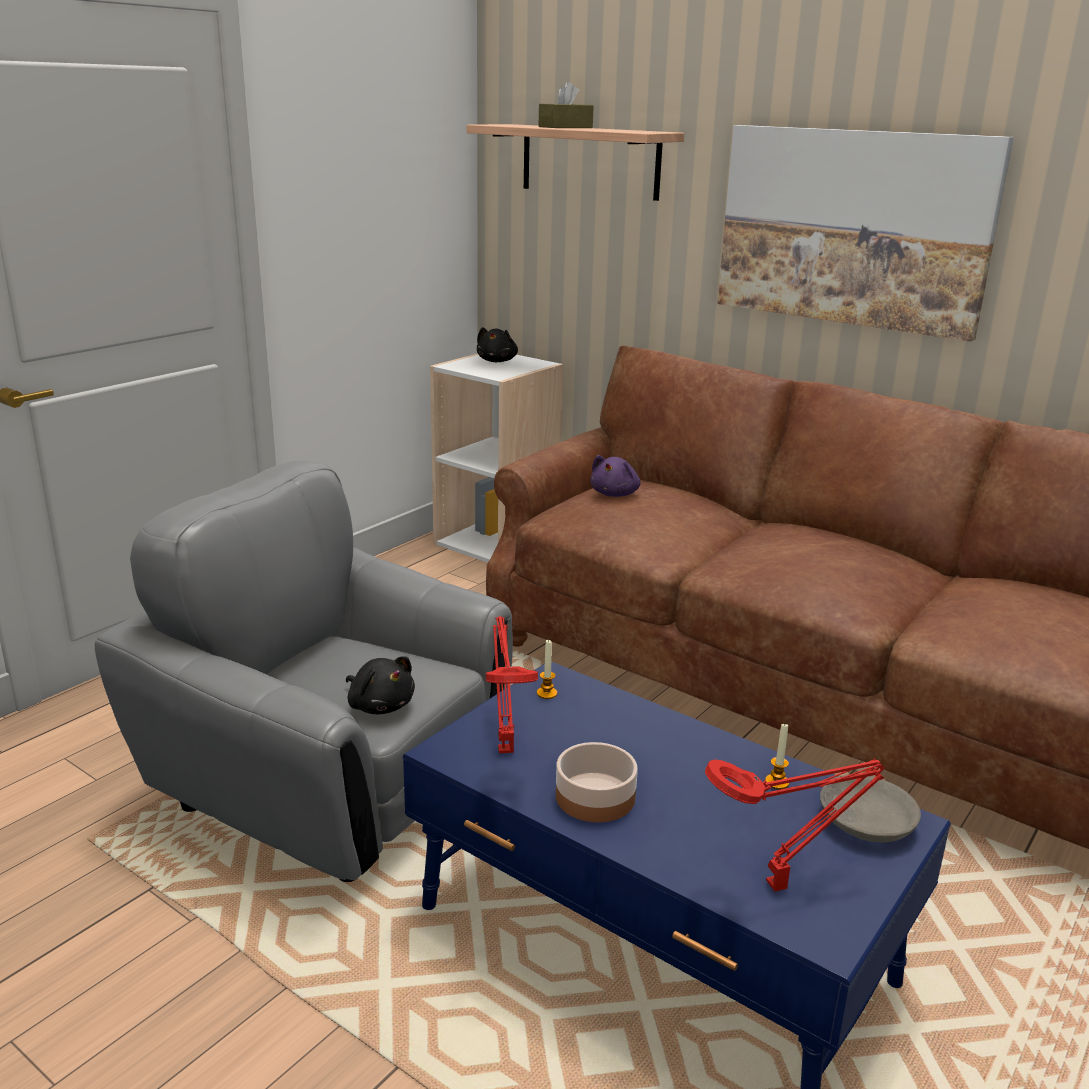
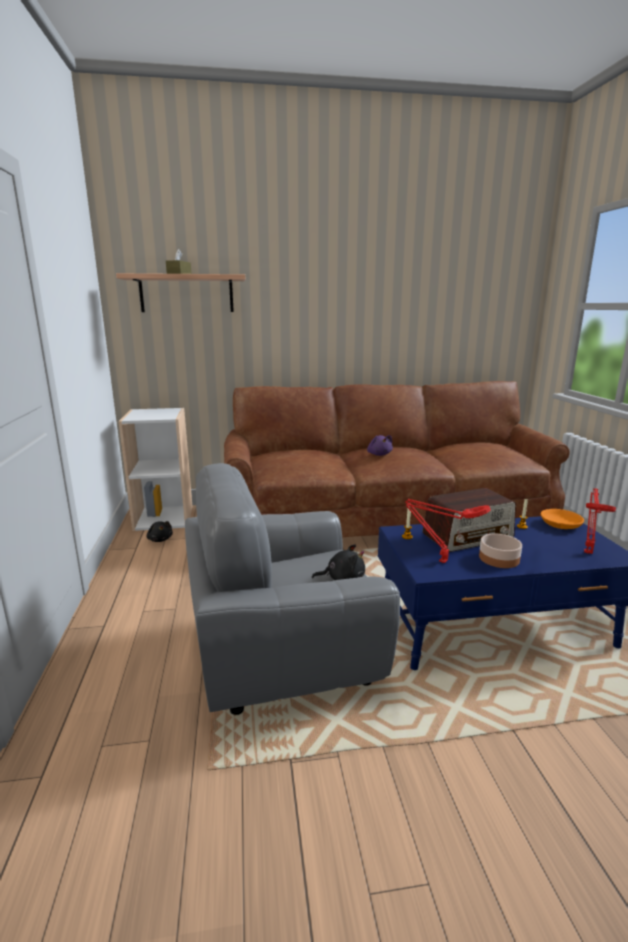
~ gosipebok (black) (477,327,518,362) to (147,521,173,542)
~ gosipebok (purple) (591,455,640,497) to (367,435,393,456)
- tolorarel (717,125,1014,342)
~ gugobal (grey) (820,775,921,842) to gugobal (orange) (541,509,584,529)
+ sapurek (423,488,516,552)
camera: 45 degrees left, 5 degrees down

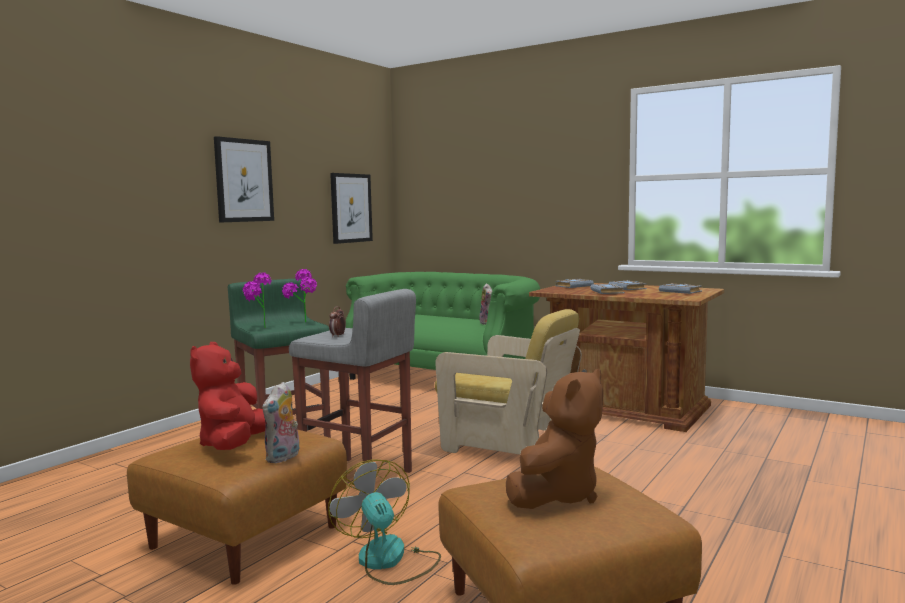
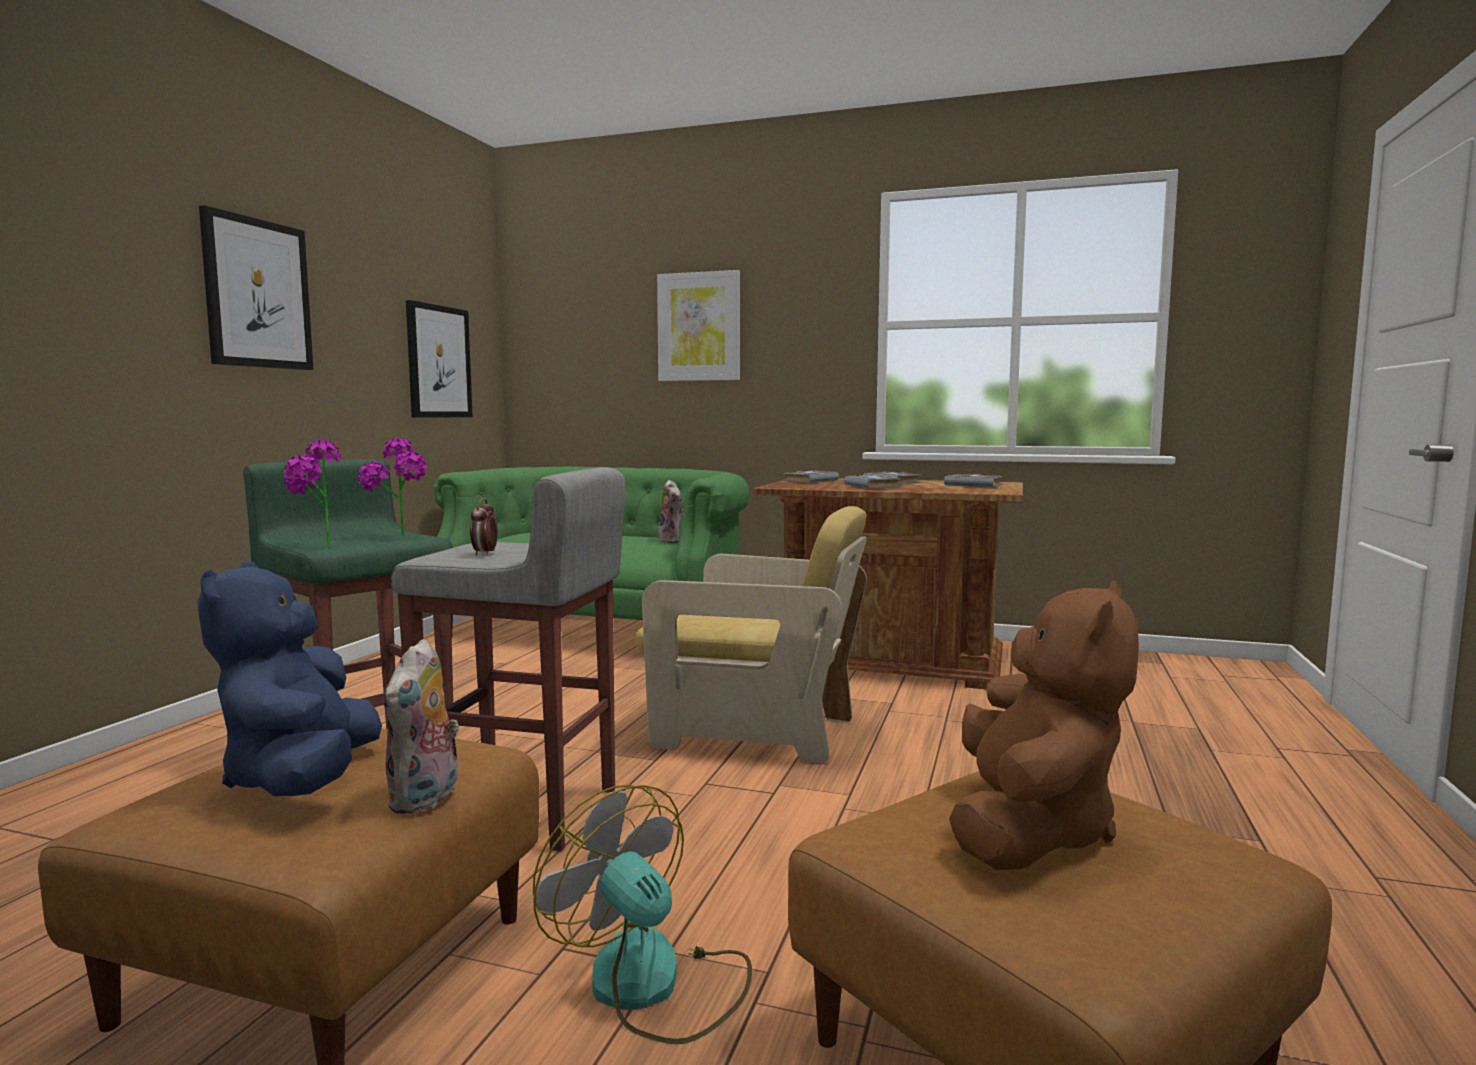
~ gosipebok (red) (190,342,266,450) to gosipebok (blue) (197,562,382,796)
+ tolorarel (657,270,740,381)
camera: 15 degrees left, 0 degrees up

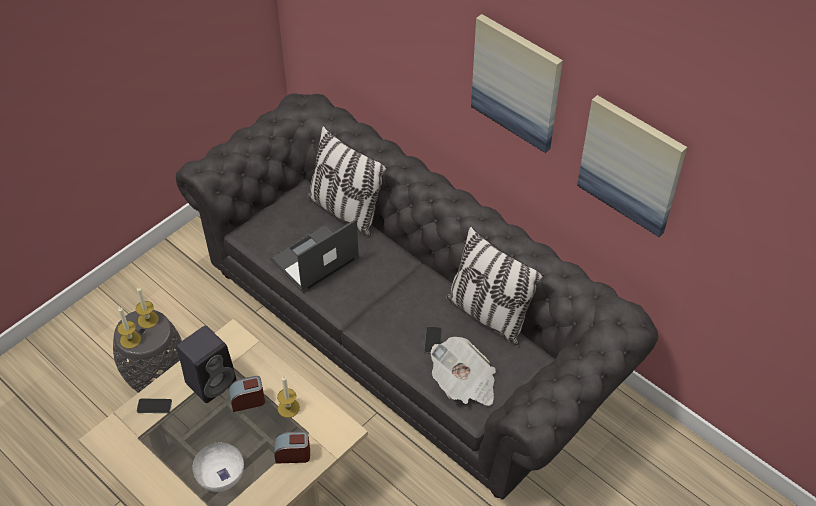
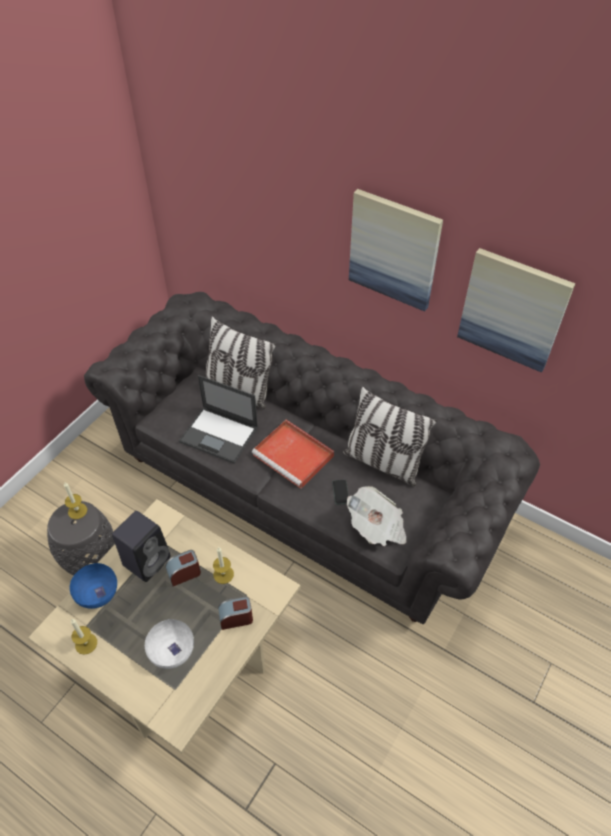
~ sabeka (117,306,141,349) to (71,619,97,655)
~ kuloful (137,398,172,413) to gugobal (blue) (70,563,117,609)
~ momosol (270,219,359,293) = (179,375,258,464) 105 degrees counterclockwise
+ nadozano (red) (252,420,334,489)
camera: 10 degrees left, 0 degrees up

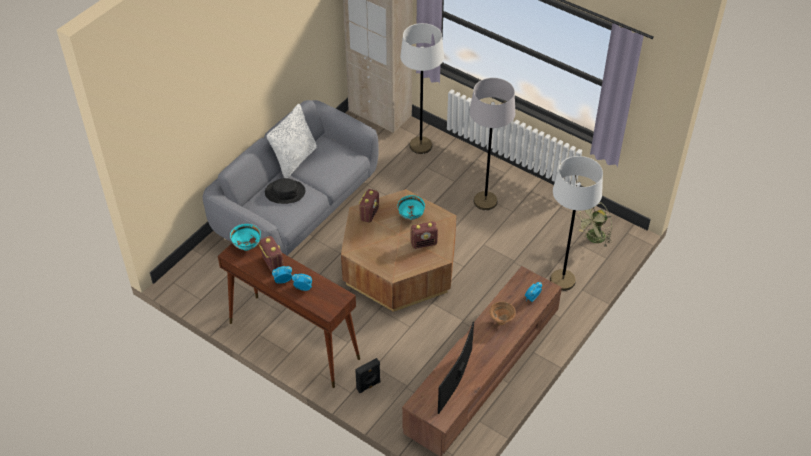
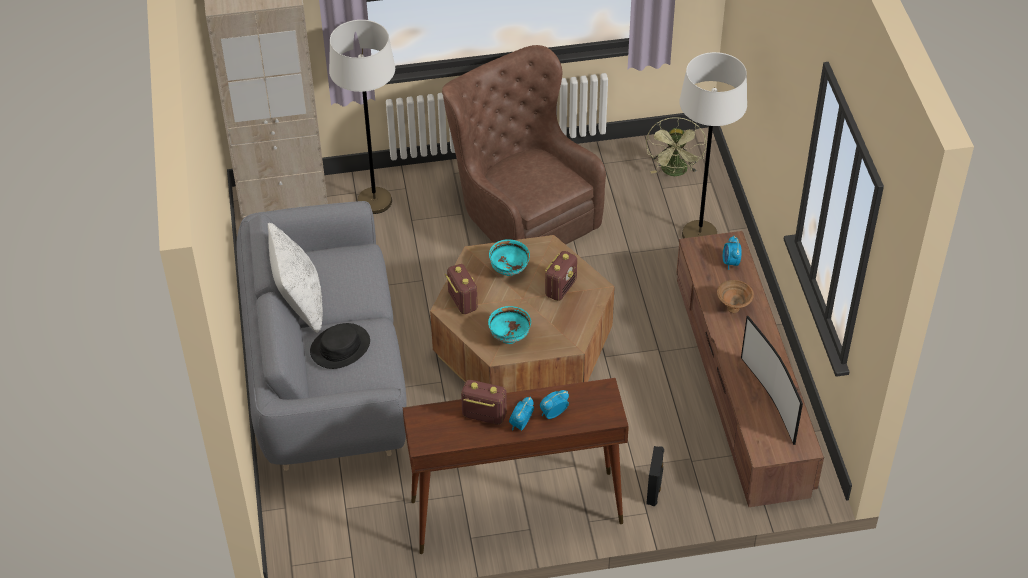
~ gugobal (turquoise) (230,224,261,251) to (488,306,531,344)
~ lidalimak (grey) (469,78,515,210) to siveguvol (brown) (442,45,606,245)
camera: 45 degrees left, 0 degrees up

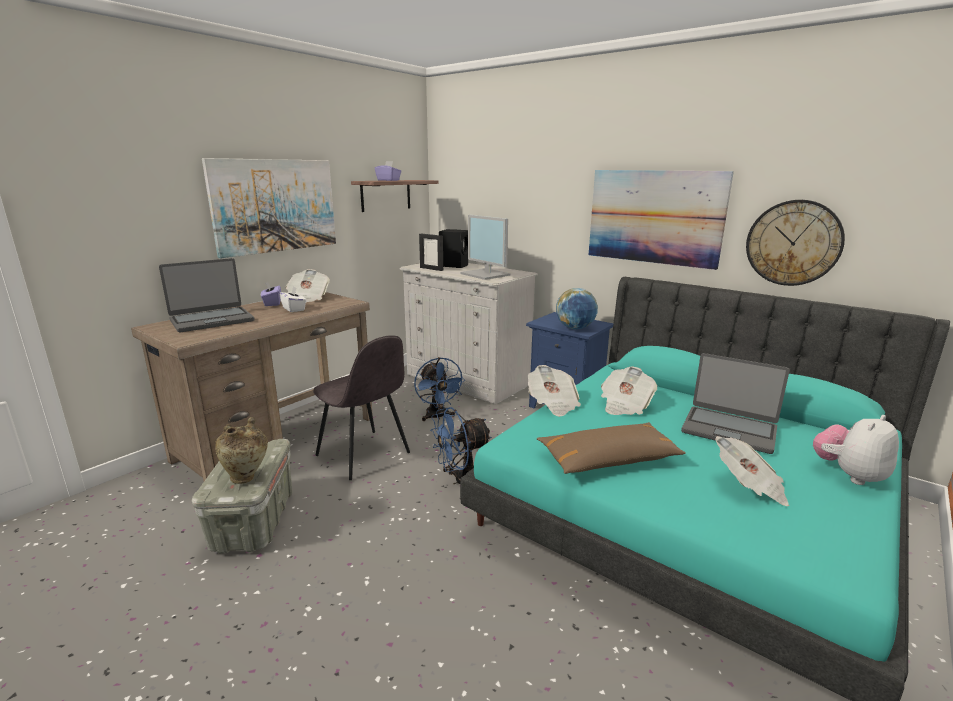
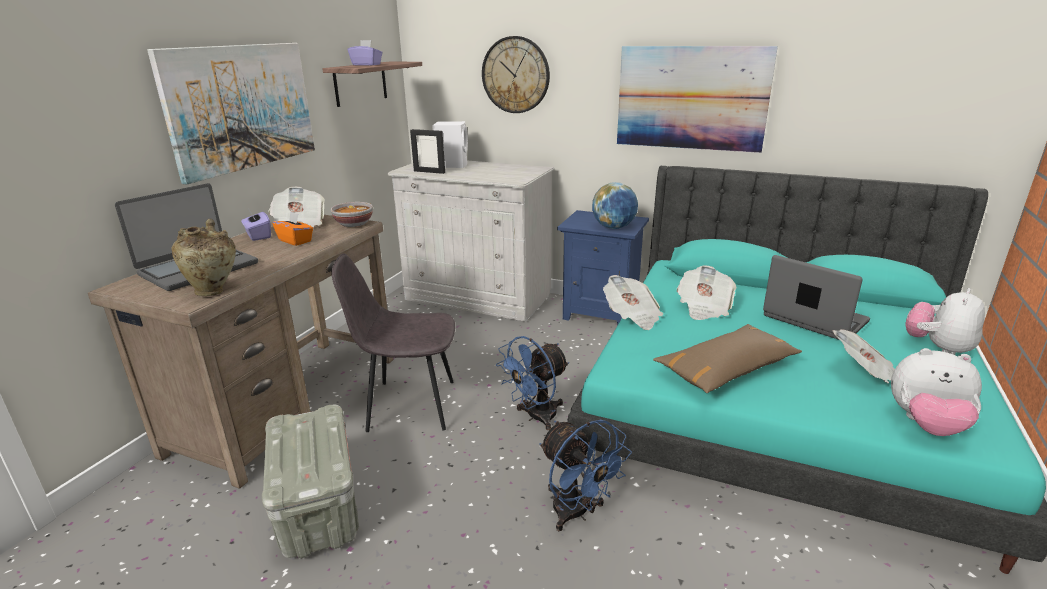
~ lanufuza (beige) (215,417,268,484) to (171,219,236,296)
~ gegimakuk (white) (279,286,306,312) to gegimakuk (orange) (272,211,313,246)
~ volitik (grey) (313,335,410,480) = (332,254,455,432) 150 degrees clockwise
~ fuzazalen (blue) (414,357,465,421) to (539,420,632,531)
~ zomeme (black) (439,229,468,268) to zomeme (white) (432,121,468,168)
- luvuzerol (460,215,511,280)
~ momosol (681,353,790,454) = (763,255,870,340) 150 degrees counterclockwise
~ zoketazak (746,200,845,286) to (482,36,550,113)
+ gugobal (331,202,373,227)
+ gosipebok (891,348,982,436)
camera: 15 degrees left, 5 degrees up

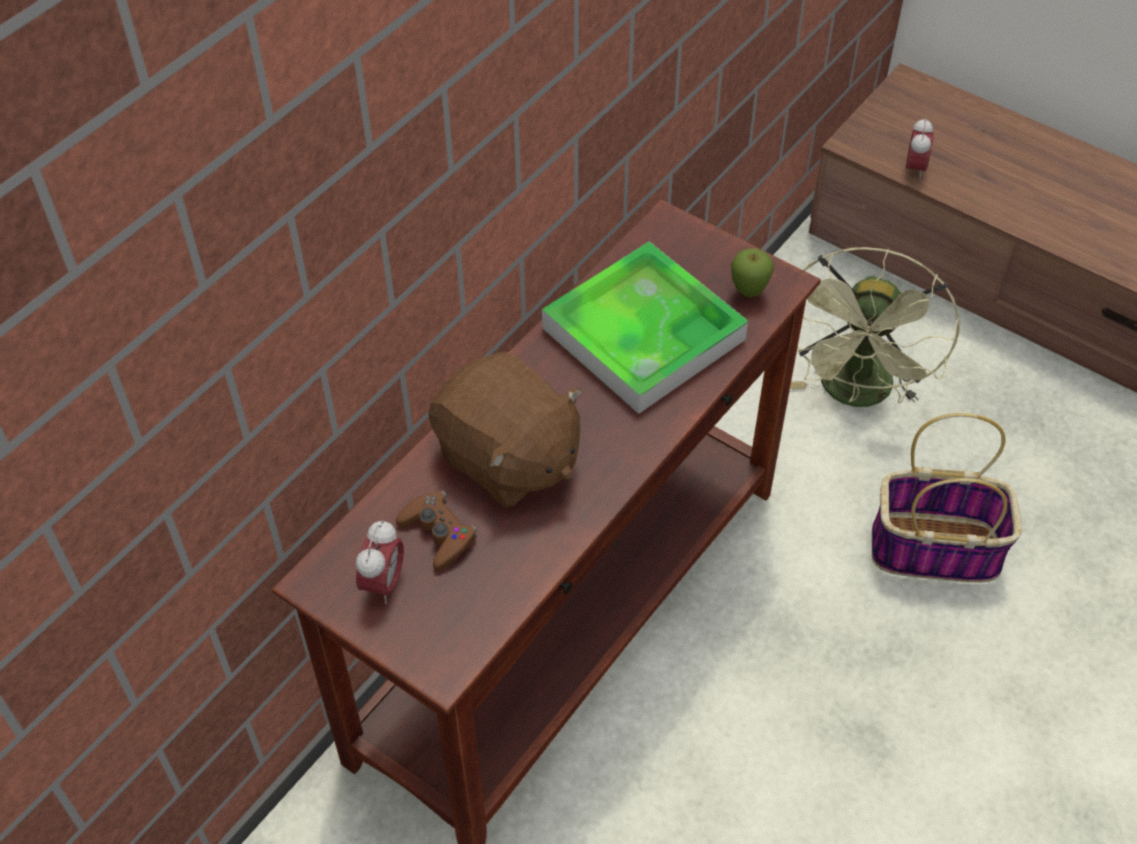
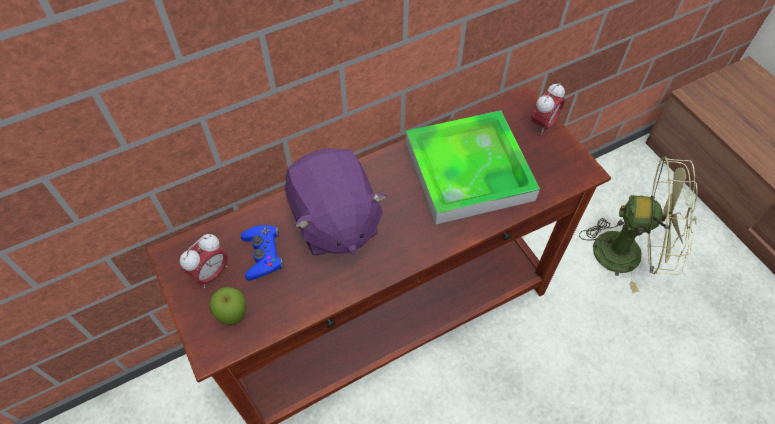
~ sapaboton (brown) (396,490,477,572) to sapaboton (blue) (241,225,284,281)
~ gosipebok (brown) (428,352,582,508) to gosipebok (purple) (285,148,386,255)
~ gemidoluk (731,248,774,297) to (209,287,246,325)
~ fuzazalen (green) (790,247,960,407) = (579,156,698,293) 120 degrees counterclockwise
- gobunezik (872,413,1022,582)
~ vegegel (906,117,934,180) to (531,83,565,135)
camera: 25 degrees right, 5 degrees up

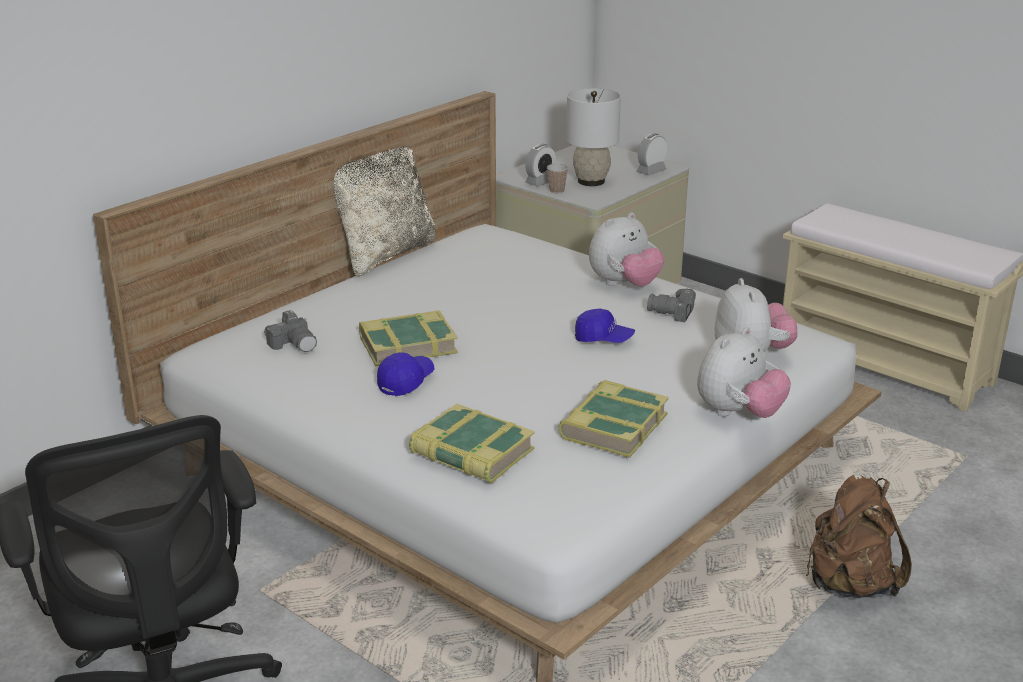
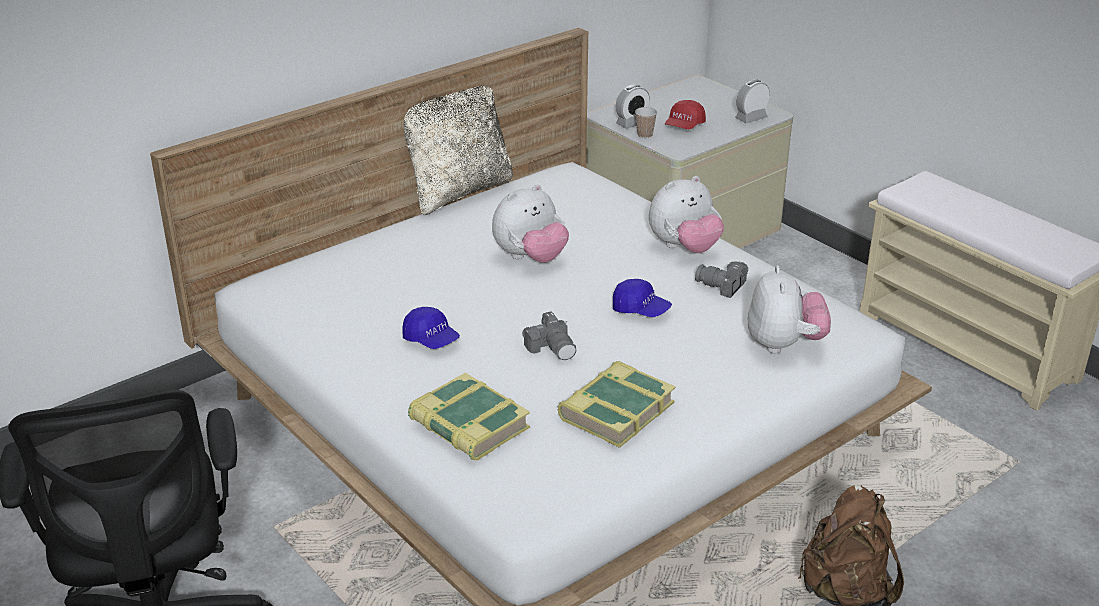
~ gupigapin (264,310,317,352) to (523,312,576,360)
- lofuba (359,310,458,366)
~ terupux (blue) (377,352,434,396) = (403,307,460,349) 90 degrees clockwise
~ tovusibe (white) (566,88,621,186) to terupux (red) (665,100,706,129)
~ gosipebok (697,327,791,418) to (492,184,569,263)
camera: 10 degrees right, 5 degrees up

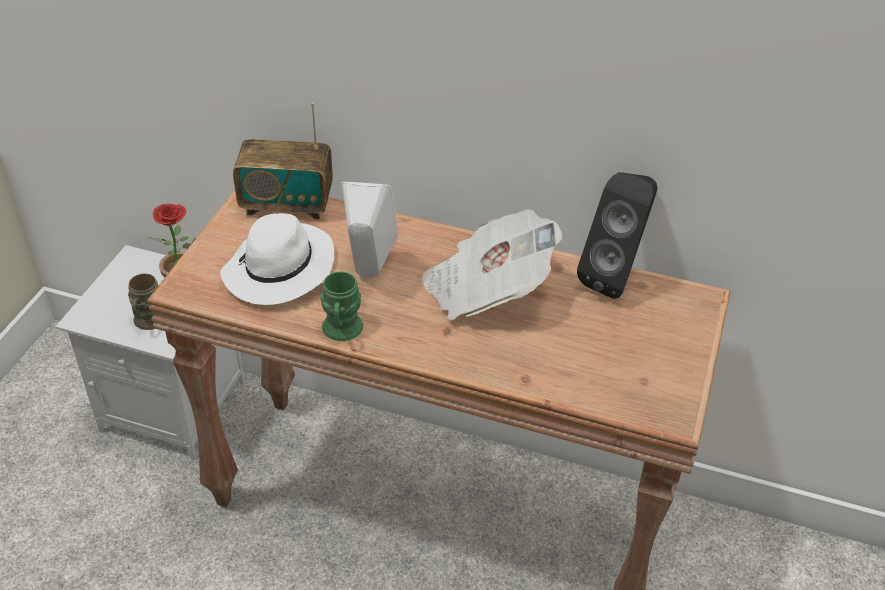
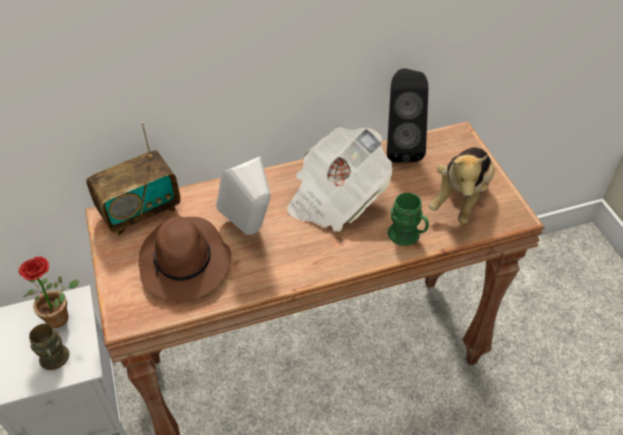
~ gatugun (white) (220,213,334,305) to gatugun (brown) (138,216,231,301)
~ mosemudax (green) (320,272,363,341) to (388,193,429,246)
+ gosipebok (429,147,495,224)
camera: 35 degrees left, 5 degrees up

